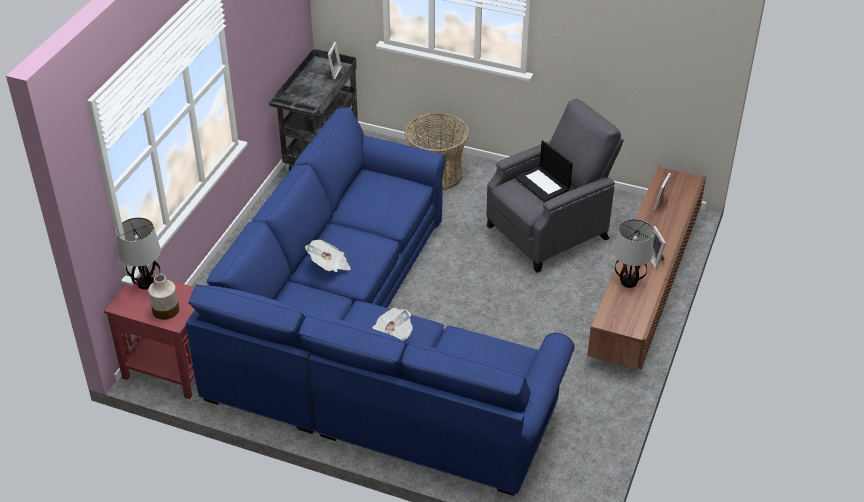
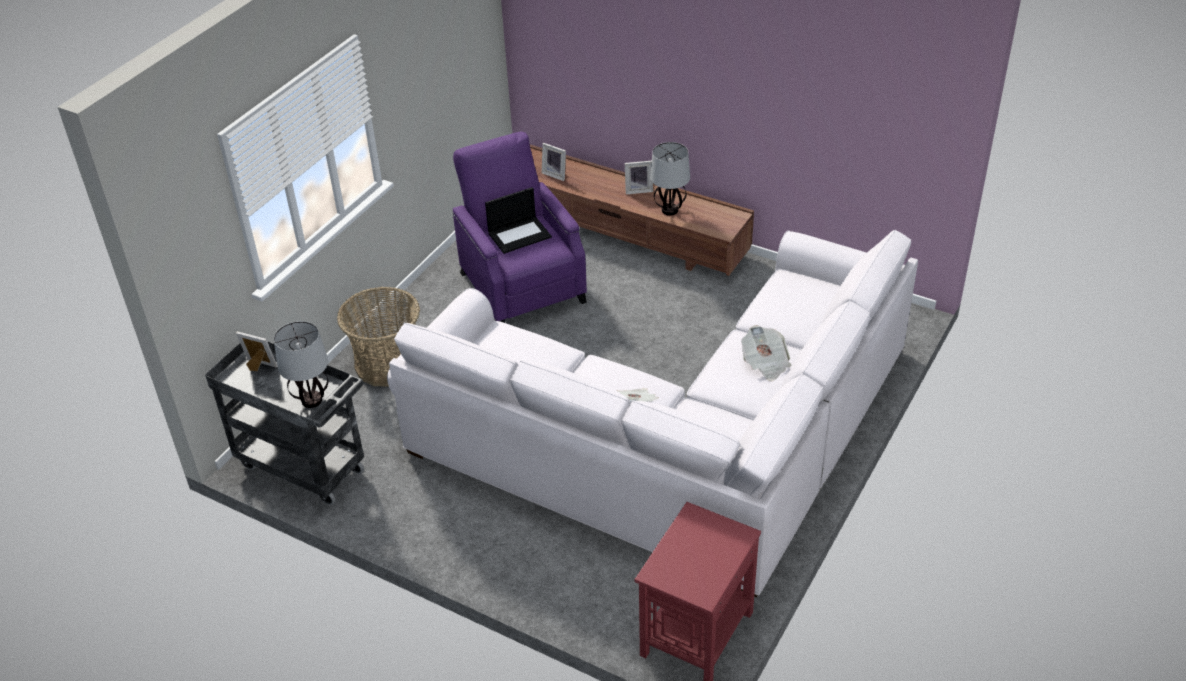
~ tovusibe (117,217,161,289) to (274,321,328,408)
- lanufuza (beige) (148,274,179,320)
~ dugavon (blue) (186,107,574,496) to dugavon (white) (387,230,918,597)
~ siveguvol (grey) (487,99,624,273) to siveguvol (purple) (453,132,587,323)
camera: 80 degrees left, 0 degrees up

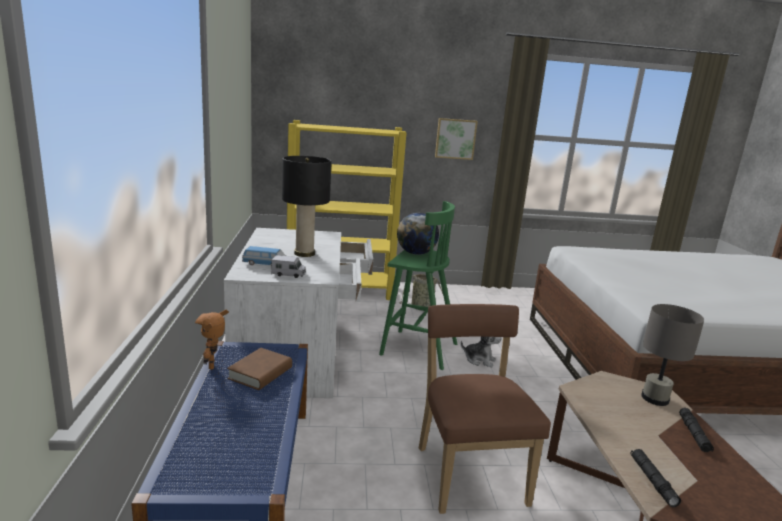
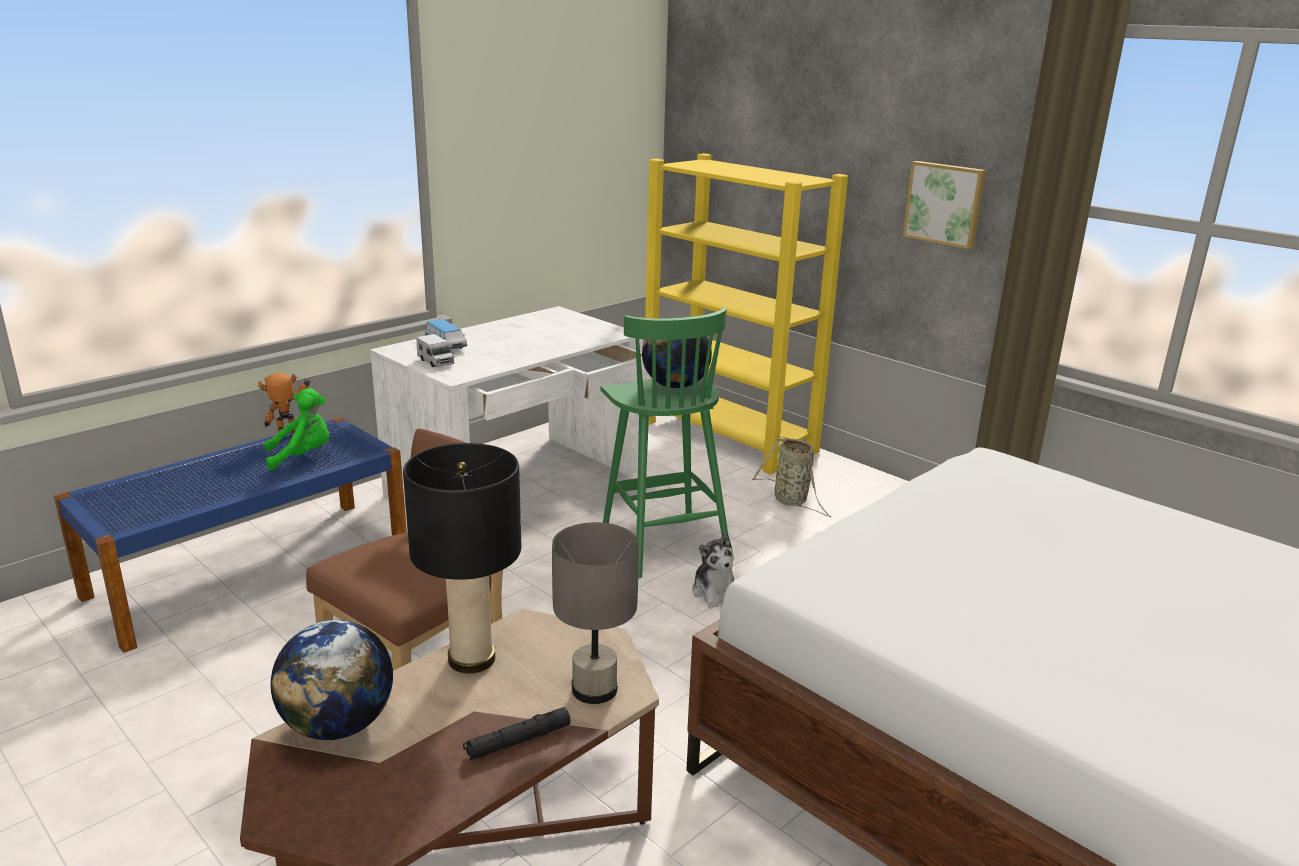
~ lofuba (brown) (227,348,292,390) to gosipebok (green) (264,388,330,470)
~ tovusibe (black) (282,156,332,257) to (403,443,521,673)
~ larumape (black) (630,449,681,507) to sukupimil (271,620,393,740)
camera: 50 degrees right, 5 degrees up

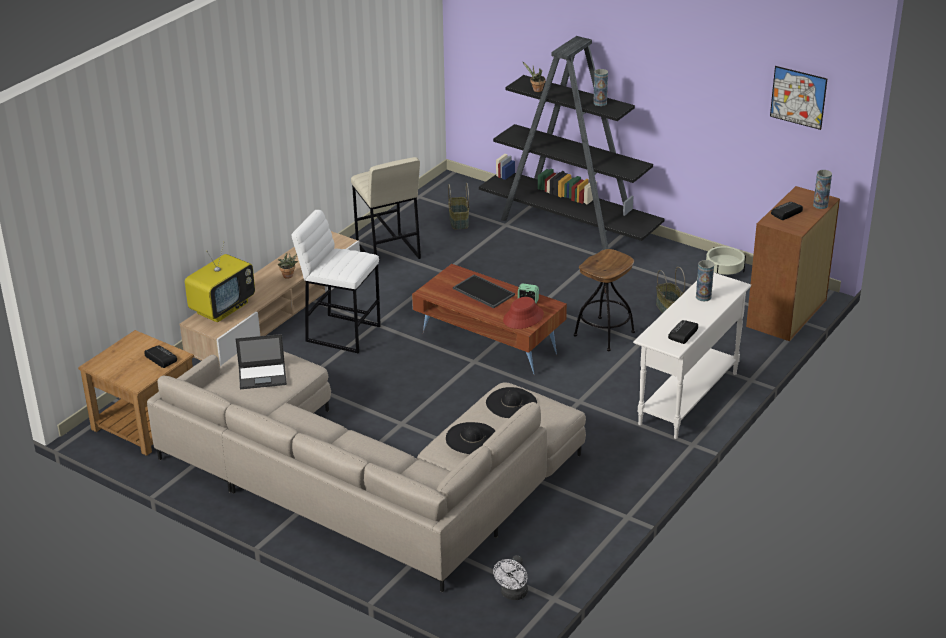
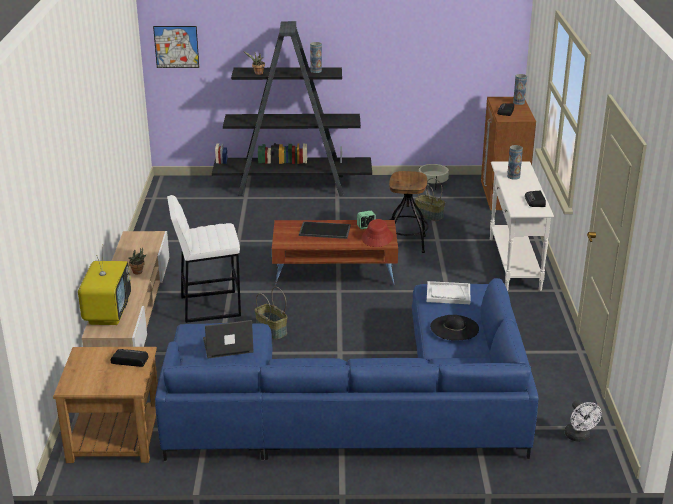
~ dugavon (beige) (147,352,586,592) to dugavon (blue) (155,278,539,461)
~ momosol (236,334,287,389) = (203,320,254,358) 150 degrees counterclockwise
- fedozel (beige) (351,157,421,259)
~ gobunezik (448,183,469,230) to (254,287,288,340)
~ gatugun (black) (486,387,537,418) to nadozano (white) (427,281,471,304)
~ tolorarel (770,66,827,130) to (153,26,199,68)
camera: 35 degrees left, 5 degrees down

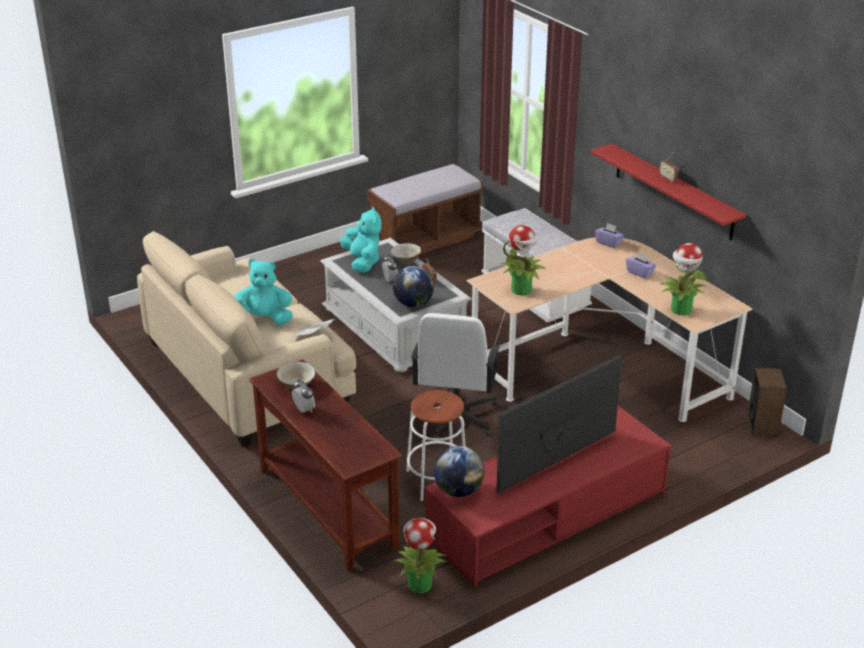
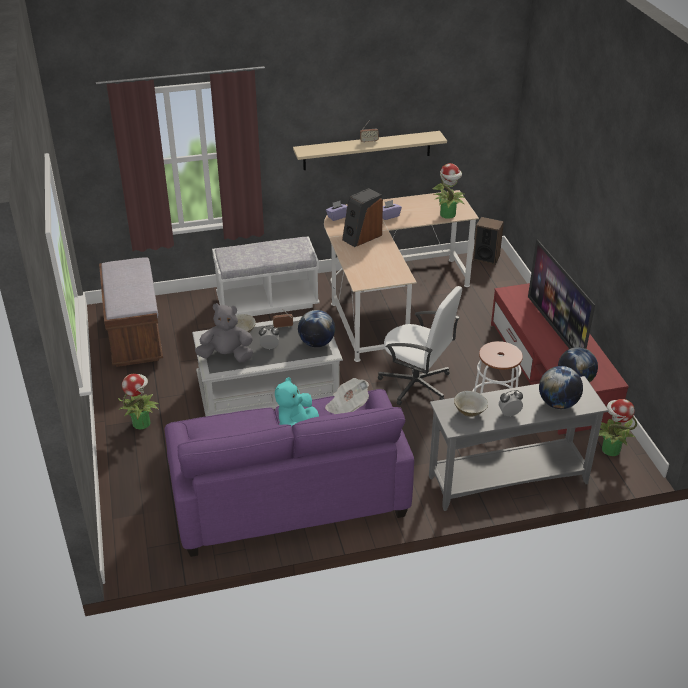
~ dugavon (beige) (137,231,356,447) to dugavon (purple) (165,389,414,557)
~ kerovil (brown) (249,359,402,571) to kerovil (grey) (429,376,609,511)
~ gosipebok (turquoise) (340,207,382,273) to gosipebok (grey) (195,303,253,362)
~ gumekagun (501,225,546,295) to (118,374,159,430)
~ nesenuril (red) (590,143,746,241) to nesenuril (beige) (293,131,447,170)
+ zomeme (342,188,383,247)
+ sukupimil (539,366,583,409)
camera: 70 degrees left, 5 degrees up

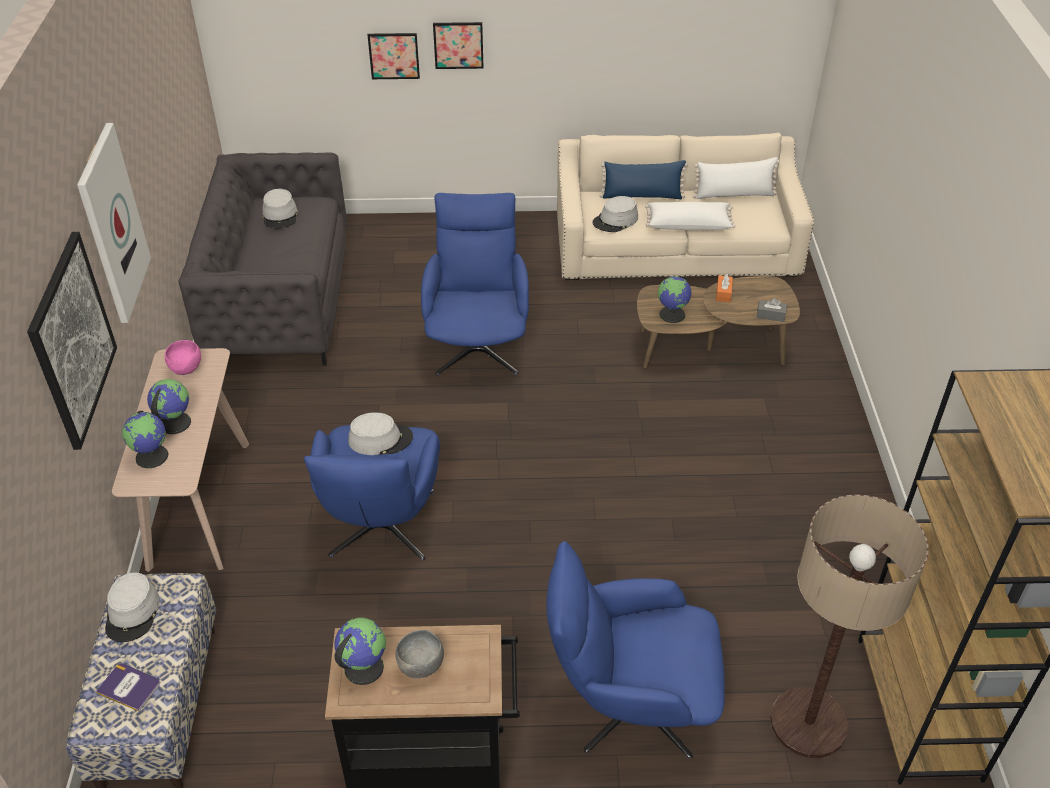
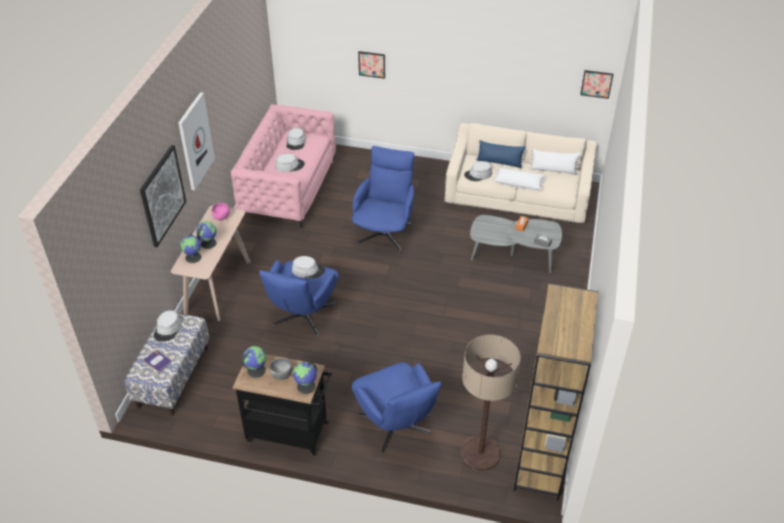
~ dugavon (grey) (178,152,347,366) to dugavon (pink) (231,104,336,228)
~ tolorarel (433,22,484,69) to (580,70,613,99)
~ siveguvol (blue) (546,541,725,758) = (352,362,441,454) 135 degrees counterclockwise
~ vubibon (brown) (637,276,800,368) to vubibon (grey) (470,215,562,273)
~ sukupimil (658,276,691,323) to (293,362,317,394)
+ gatugun (grey) (275,153,305,172)
camera: 15 degrees right, 0 degrees up

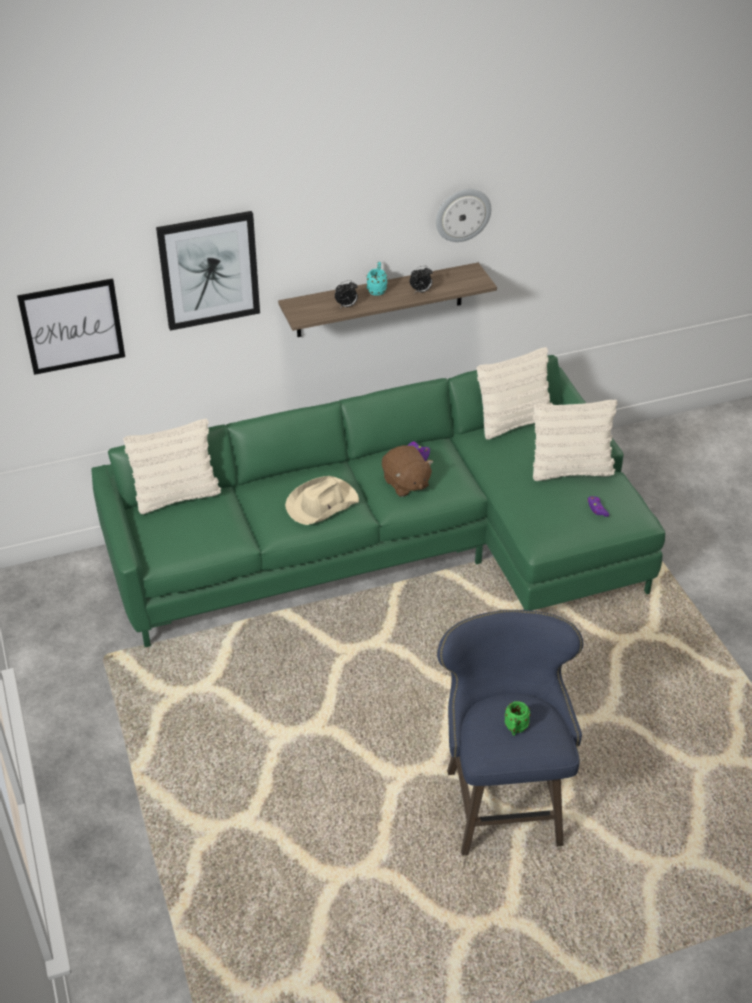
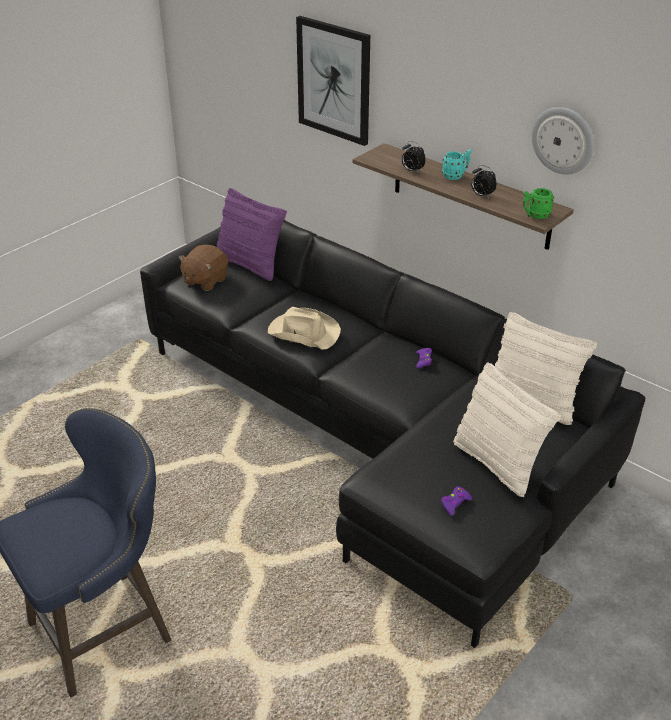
- tolorarel (17,278,125,375)
~ dugavon (green) (91,355,665,647) to dugavon (black) (140,220,645,648)
~ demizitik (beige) (123,418,221,514) to demizitik (purple) (216,188,287,281)
~ gosipebok (brown) (382,445,434,497) to (178,245,228,291)
~ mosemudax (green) (505,701,531,736) to (523,188,554,219)
camera: 60 degrees right, 5 degrees down

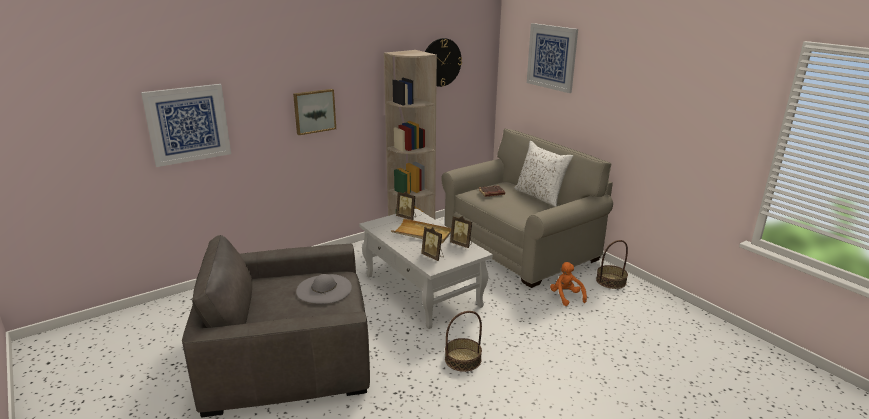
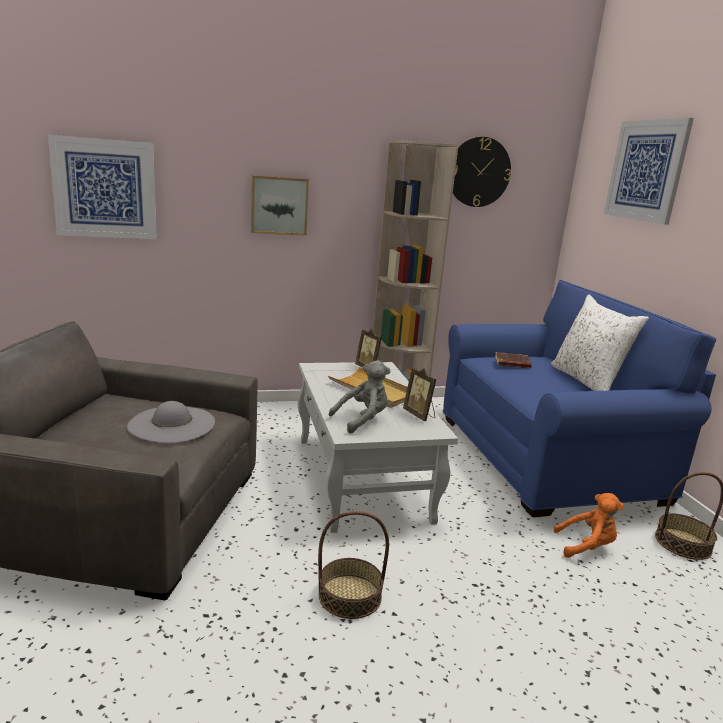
~ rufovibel (421,227,444,261) to gosipebok (grey) (329,360,391,433)
~ dugavon (beige) (441,129,613,288) to dugavon (blue) (442,280,716,517)
~ gosipebok (orange) (550,262,587,306) = (553,493,624,558) 90 degrees clockwise
camera: 20 degrees right, 5 degrees down

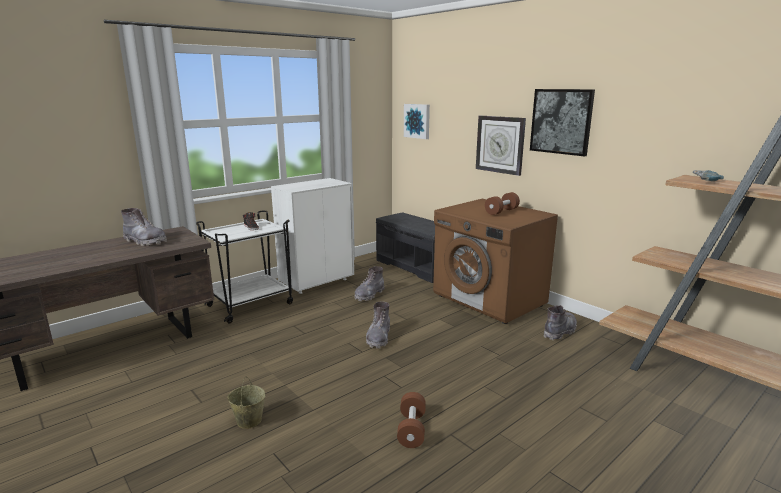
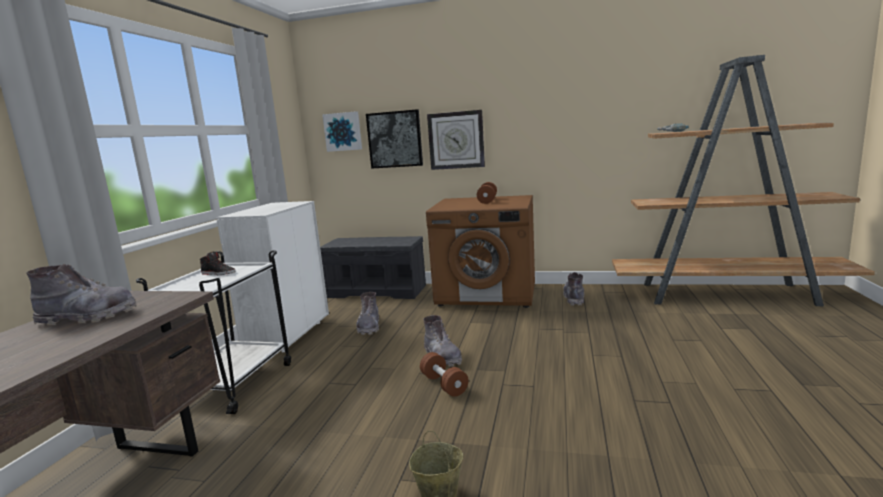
~ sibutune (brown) (397,392,426,448) to (420,352,469,397)
~ tolorarel (530,89,595,156) to (366,109,423,169)
camera: 35 degrees left, 5 degrees down

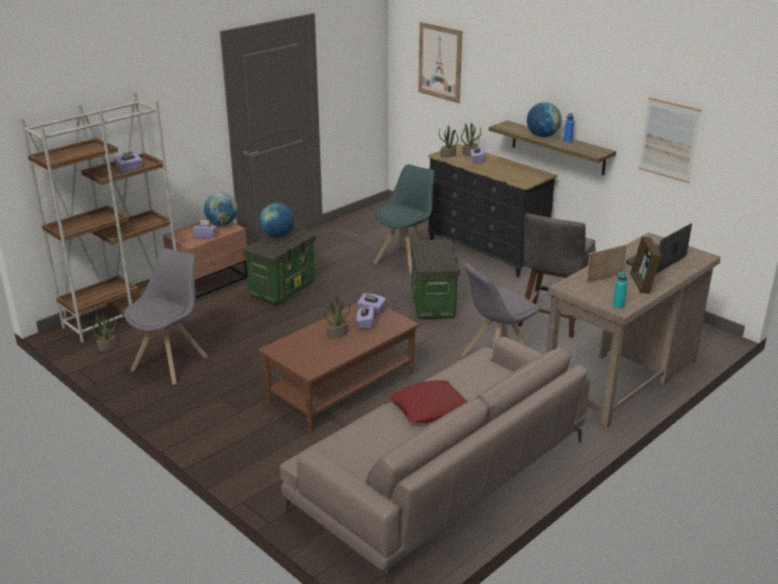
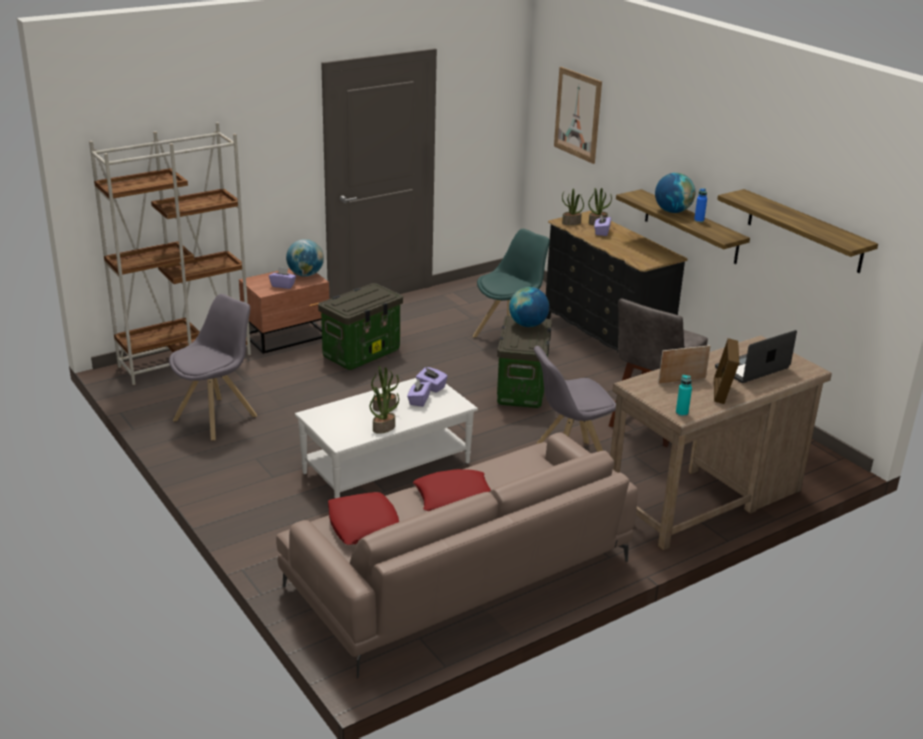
~ gumekagun (92,314,117,351) to (370,386,399,434)
- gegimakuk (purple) (114,152,142,172)
~ vubibon (brown) (258,303,419,432) to vubibon (white) (295,378,478,498)
~ sukupimil (260,203,294,237) to (509,287,549,327)
~ tolorarel (639,97,701,183) to nesenuril (717,189,878,273)
+ demizitik (red) (328,492,399,545)
camera: 10 degrees right, 0 degrees up

